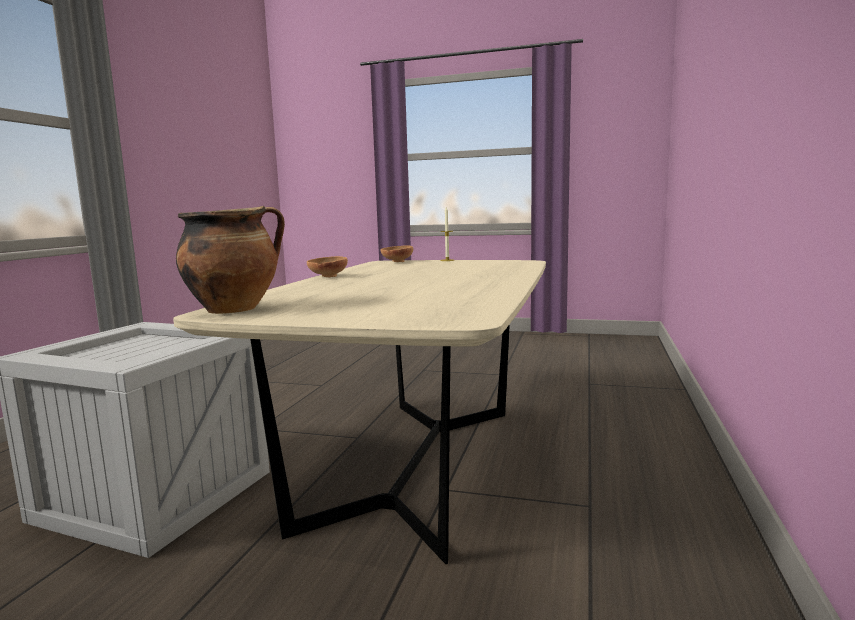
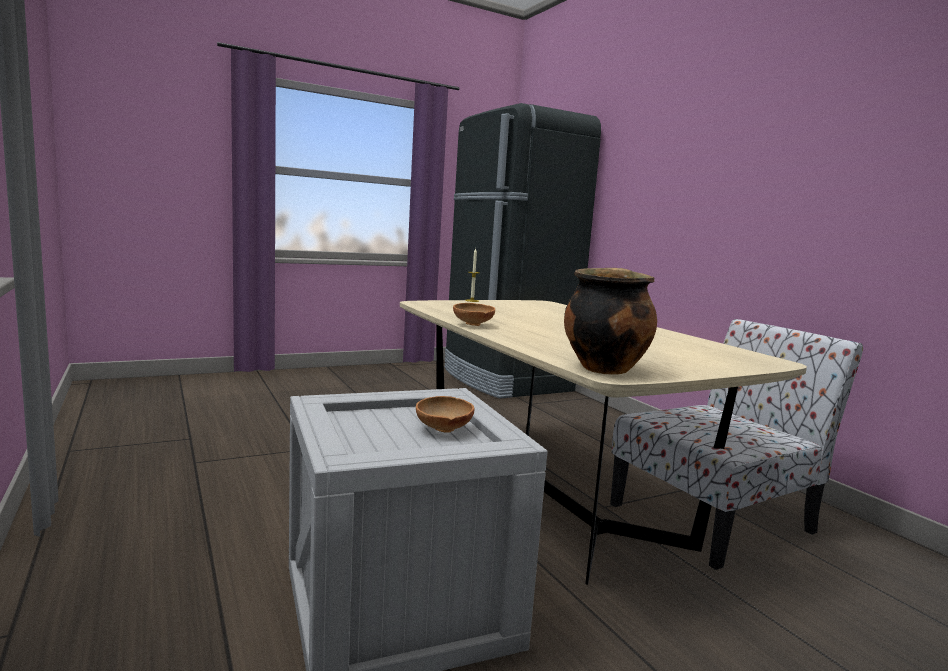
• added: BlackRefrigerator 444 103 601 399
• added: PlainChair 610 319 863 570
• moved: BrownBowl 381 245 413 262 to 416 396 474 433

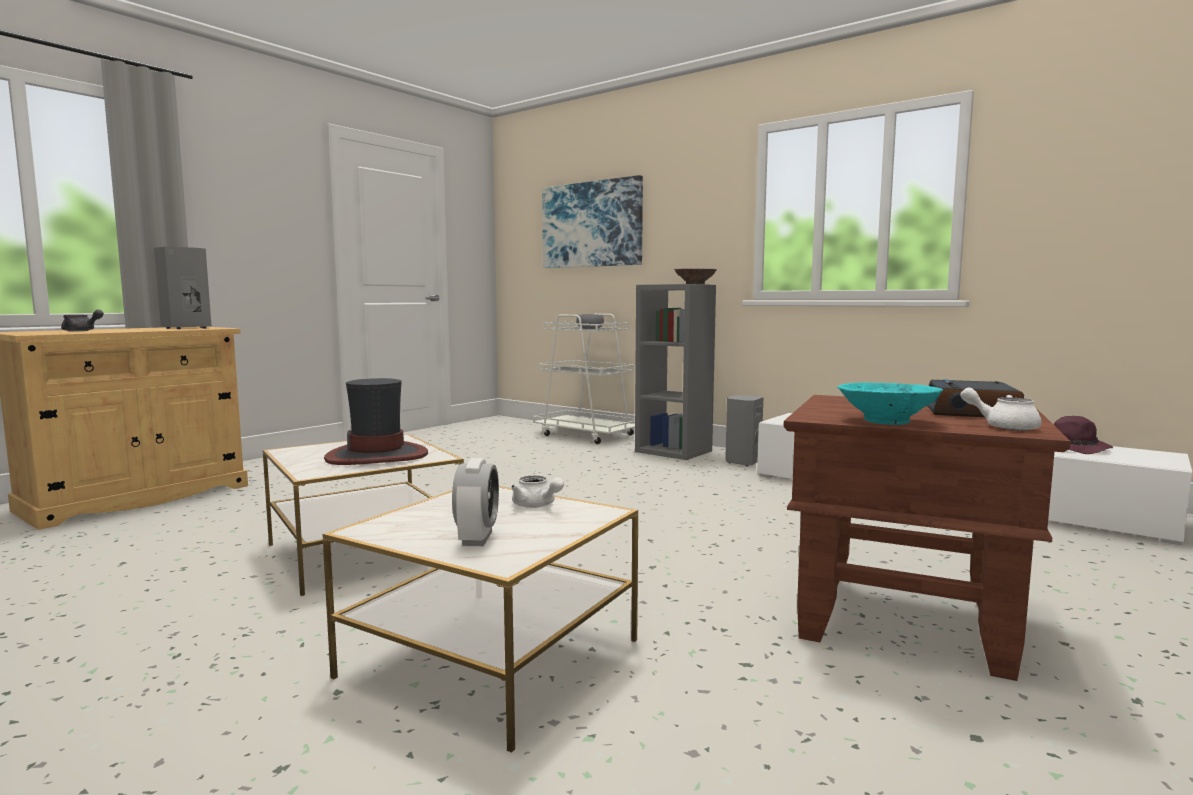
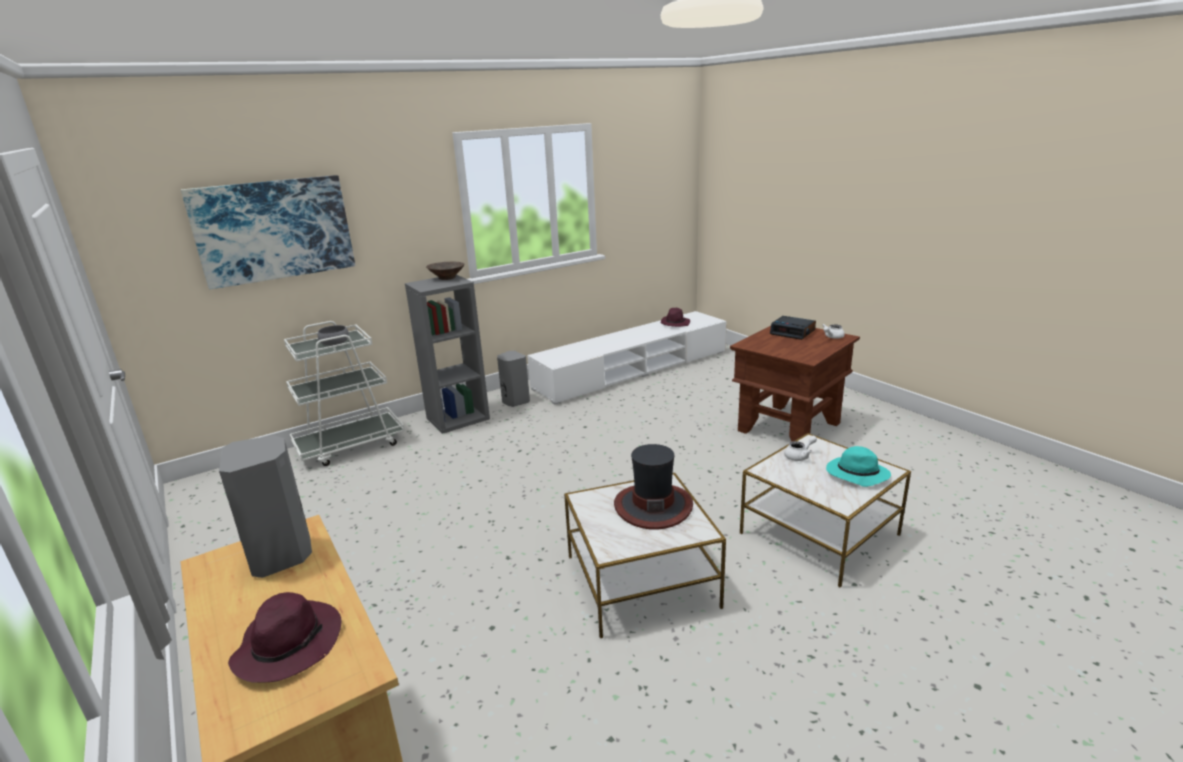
• removed: TurquoiseBowl 837 382 943 425
• replaced: GreyishTeaPot 61 310 104 331 to PurplishHat 228 592 341 682
• replaced: TableClock 452 458 499 546 to TurquoiseHat 826 446 891 487

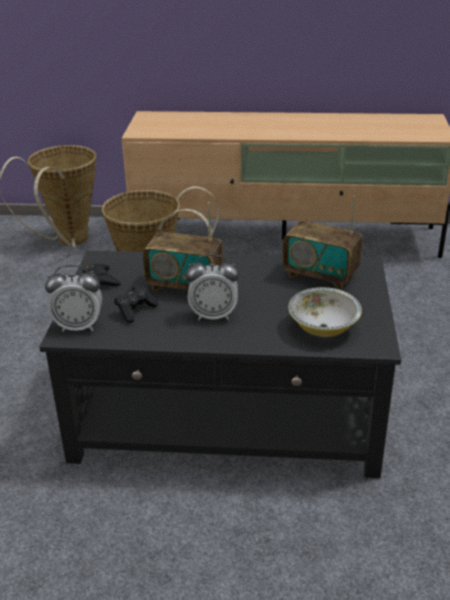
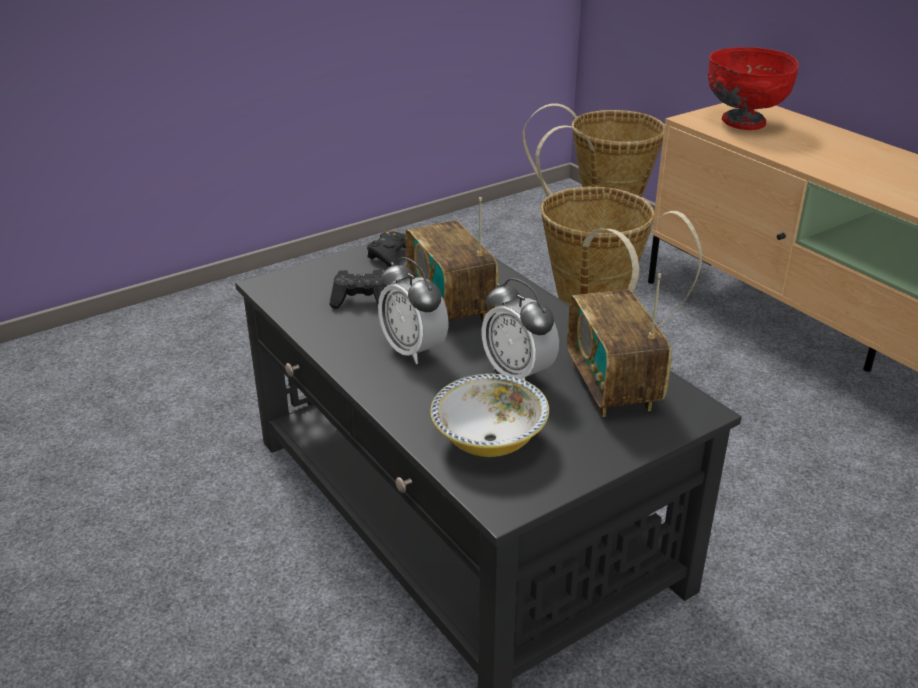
• added: RedBowl 708 47 798 130
• moved: TableClock 45 265 102 332 to 482 278 559 380

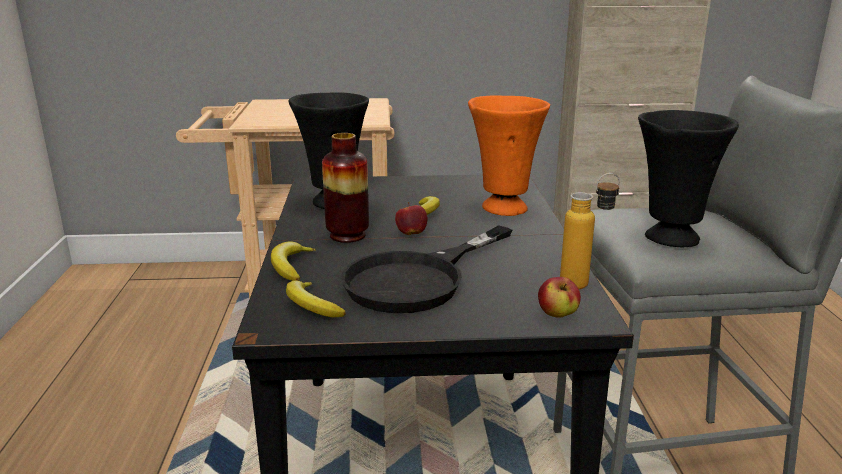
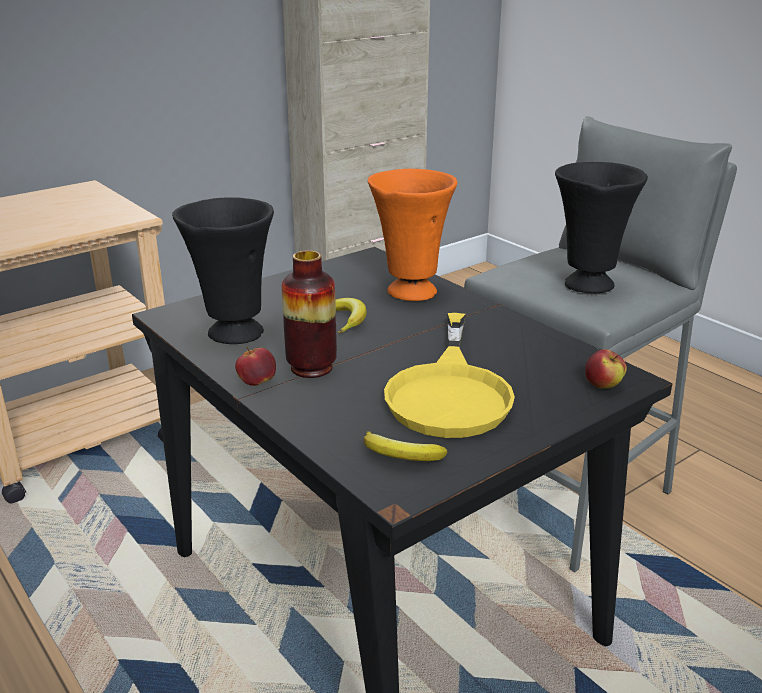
• removed: Banana 271 241 316 281
• removed: BeverageBottle 560 173 620 289
• moved: AppleFruit 395 202 428 235 to 235 347 276 386
• recoloured: BlackFryingPan 341 225 512 313 to YellowishFryingPan 384 313 515 438

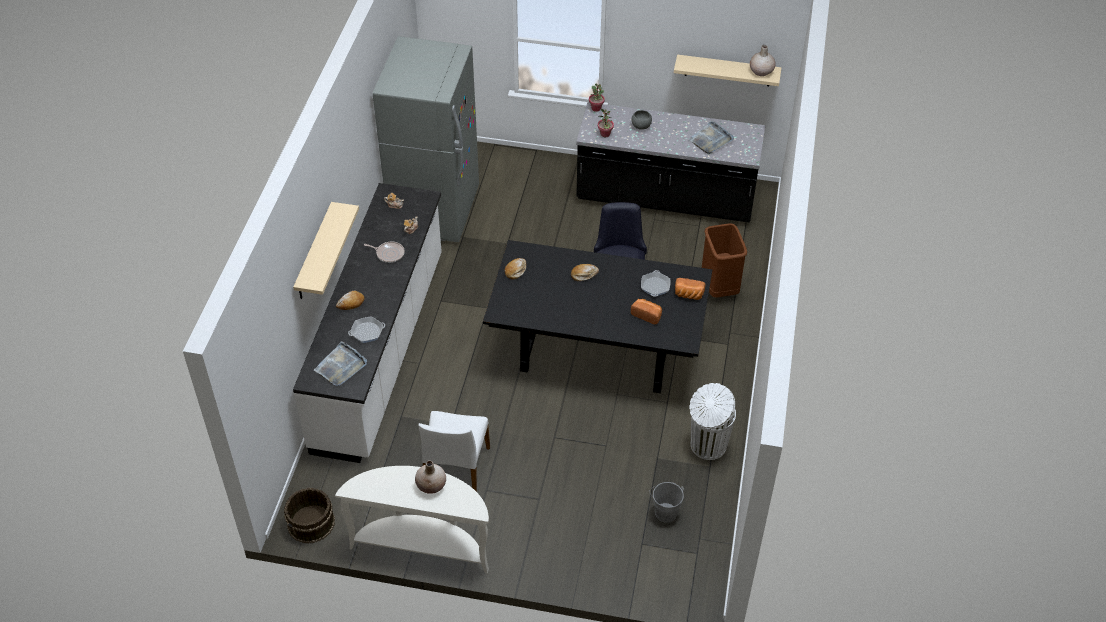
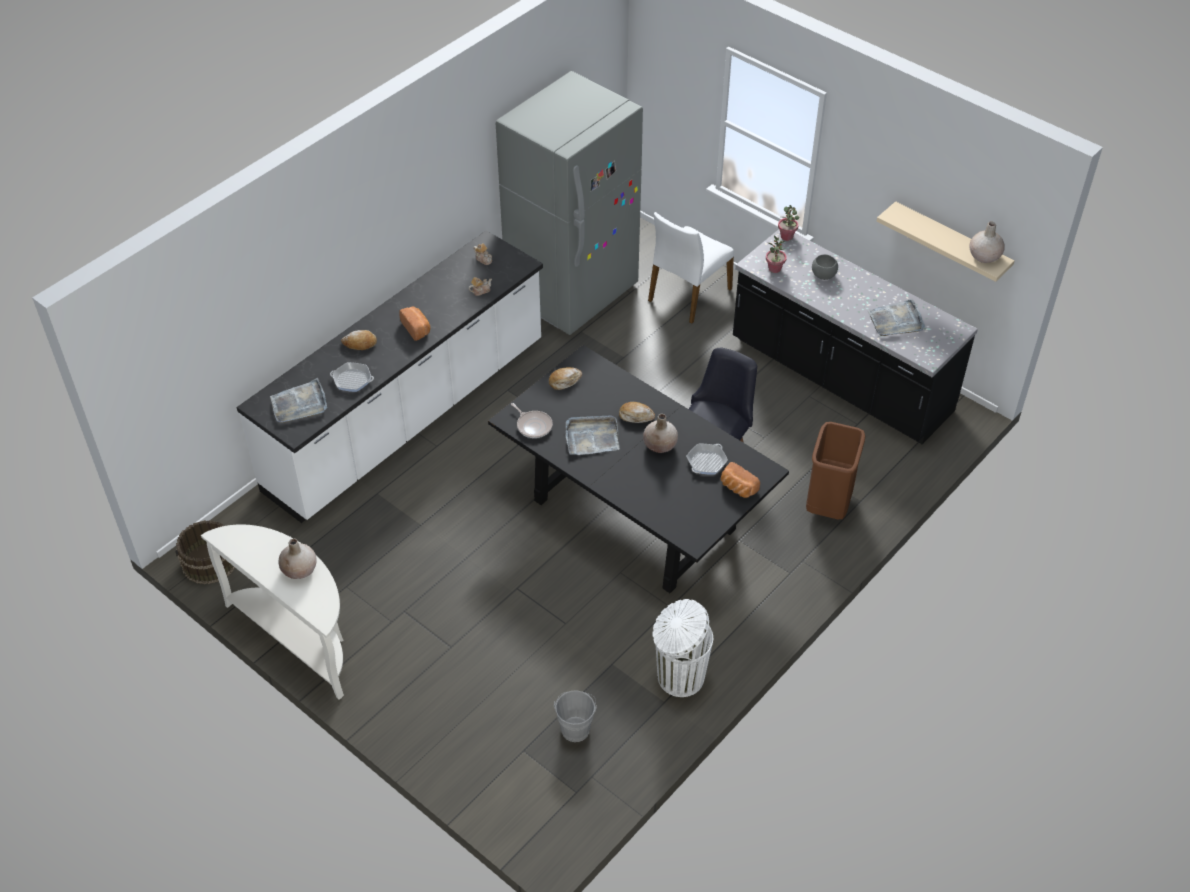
• removed: SandColouredBracketShelf 293 202 359 299
• added: GreyishCarryingTray 566 415 620 455
• added: SandColouredDecorativeVase 643 414 678 453
• moved: FryingPan 364 242 405 263 to 511 403 553 438
• moved: WhiteColouredPlainChair 419 411 490 492 to 648 212 734 323
• moved: BakedBread 631 299 662 324 to 399 306 430 341

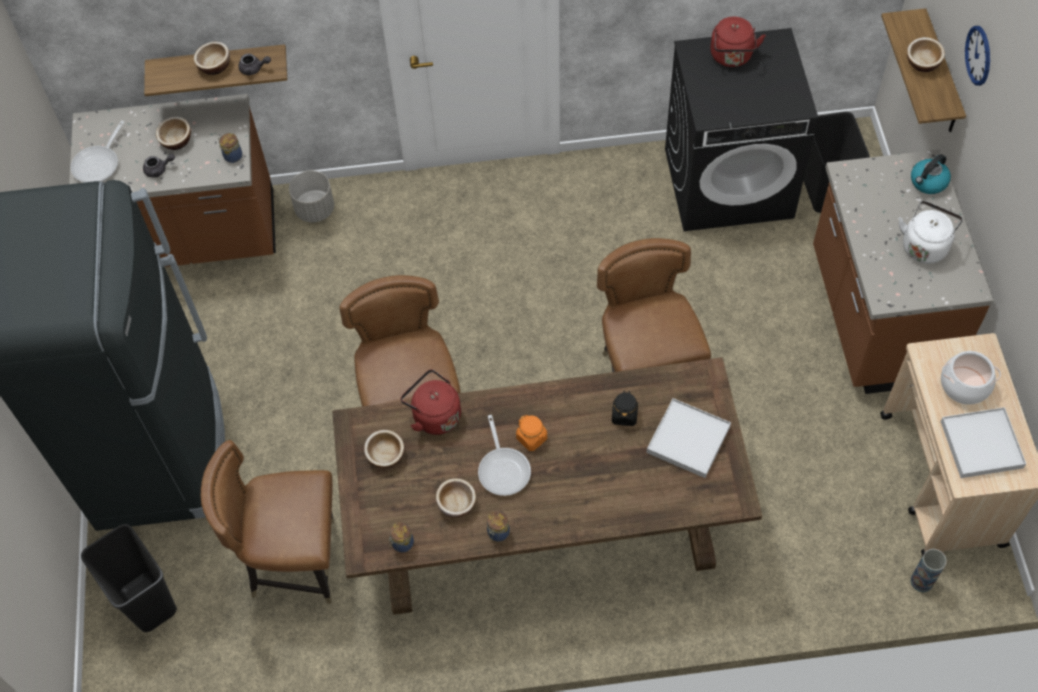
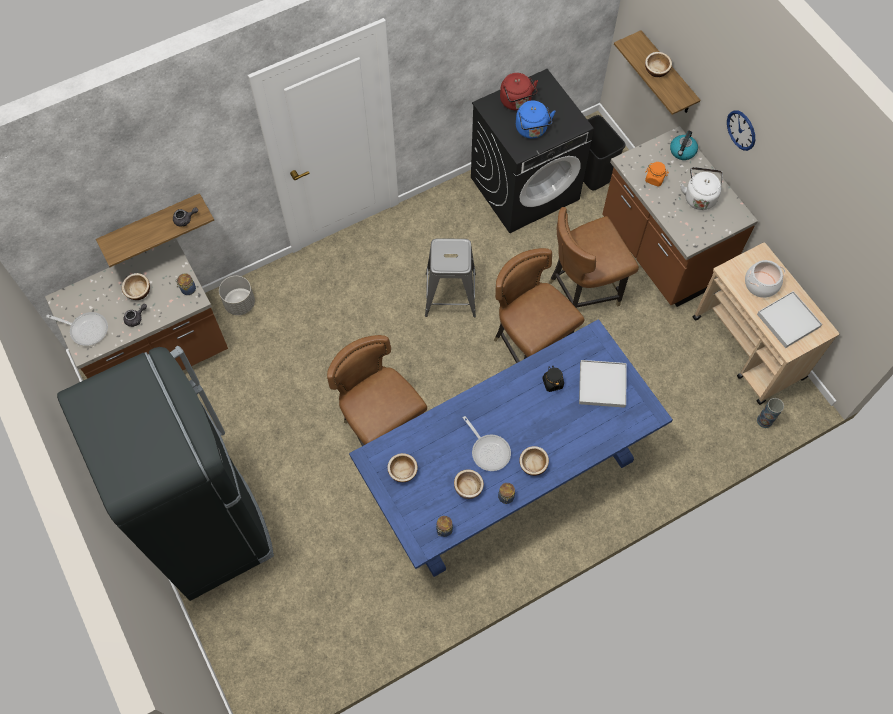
• removed: BlackTrashCan 81 524 177 632
• removed: RedTeaKettle 401 369 461 435
• added: GreyishStool 425 238 476 318
• added: BlueTeaKettle 516 100 556 139
• moved: Bowl 194 42 230 75 to 519 446 549 476
• moved: BrownPlainChair 201 440 334 604 to 549 207 639 308
• moved: OrangeyStorageJar 516 415 547 451 to 645 162 669 187
• moved: HangingClock 965 26 990 86 to 727 110 755 151
• recoloured: BrownDiningTable 332 357 762 615 to BlueDiningTable 349 319 673 577
• turned: FryingPan 70 121 124 183 = 46 312 108 346 75 degrees counterclockwise

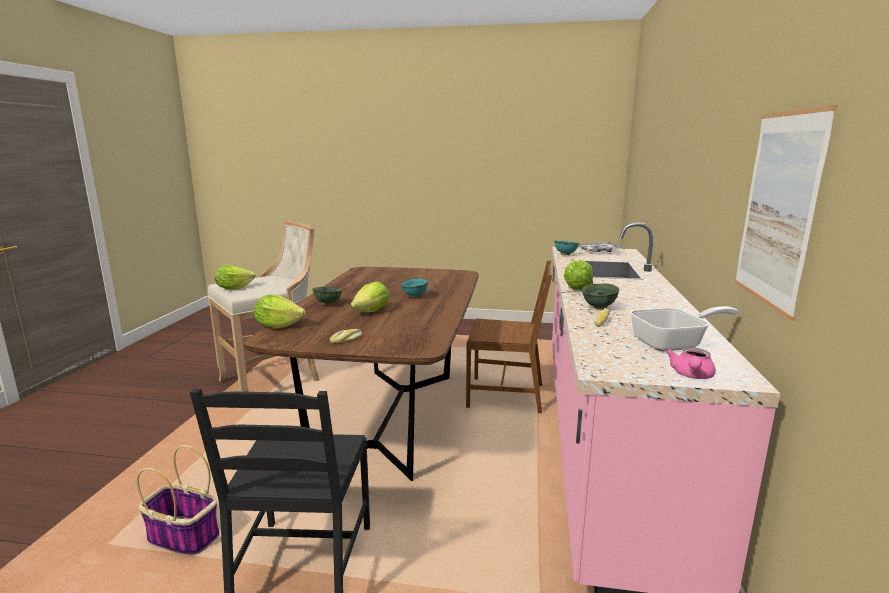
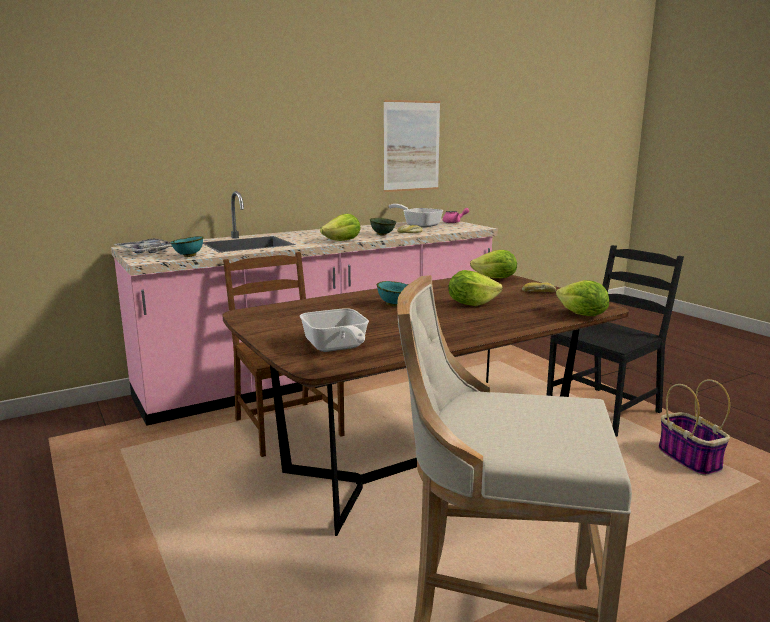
• removed: GreenishBowl 312 287 343 305
• added: FryingPan 300 308 369 352
• moved: HeadOfLettuce 215 265 255 290 to 470 250 517 278

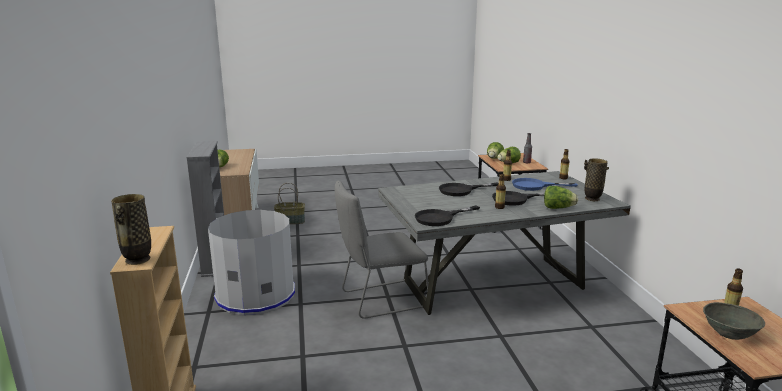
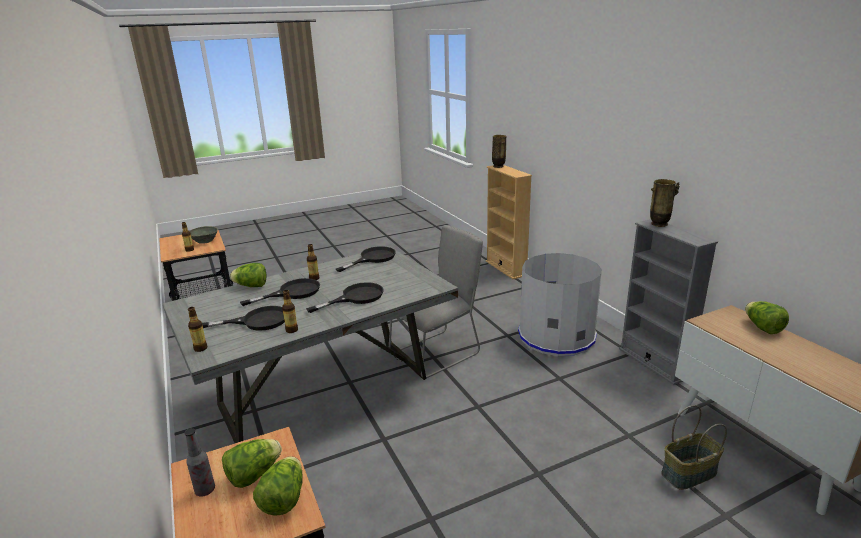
• moved: DecorativeVase 584 158 609 201 to 650 179 680 227
• recoloured: BlueFryingPan 512 178 578 191 to BlackFryingPan 202 306 285 331

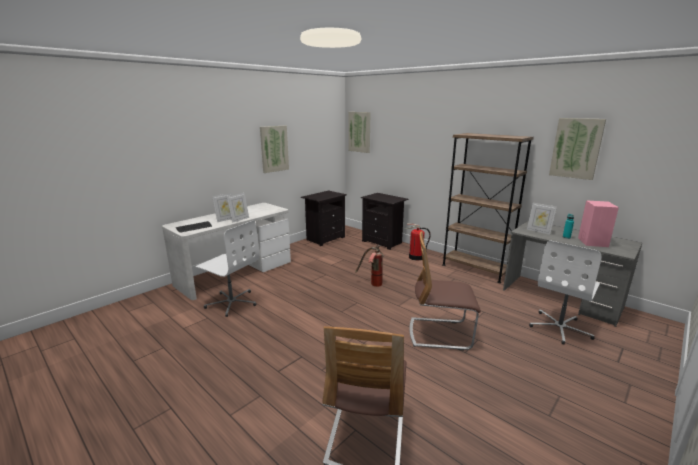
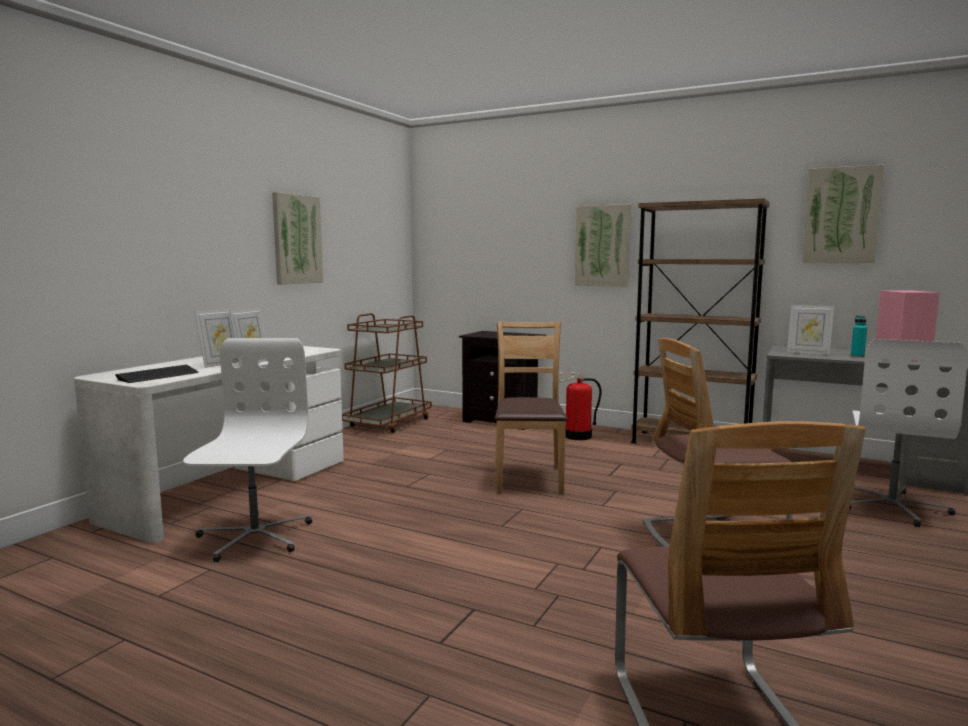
• moved: WallArt 349 112 371 153 to 575 204 631 287
• replaced: BlackNightstand 301 191 347 246 to BrownWheeledCart 342 313 432 433
• replaced: FireFightingCylinder 355 245 384 287 to BrownPlainChair 495 322 568 495
• turned: WhiteColouredDeskChair 195 220 260 317 = 183 338 312 562 105 degrees counterclockwise

